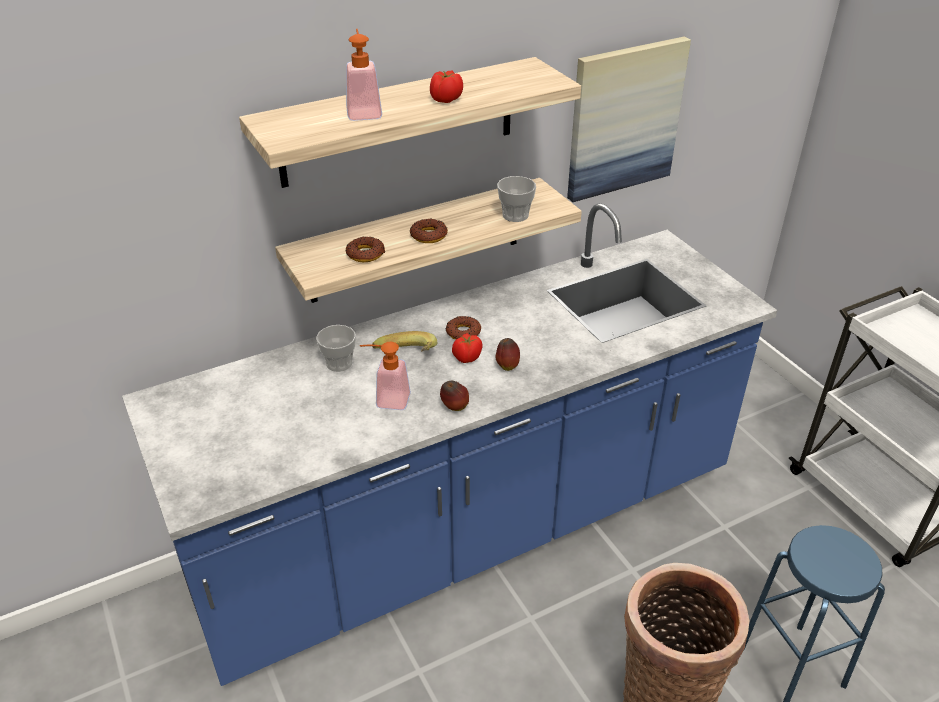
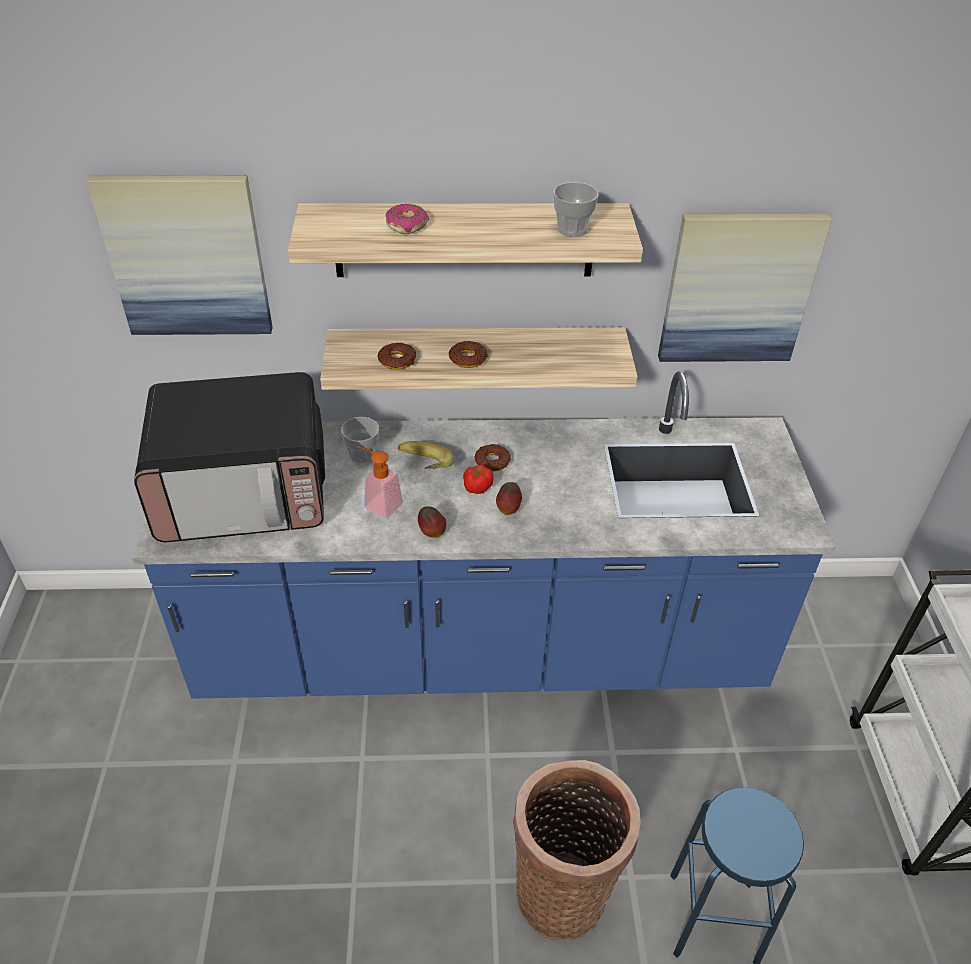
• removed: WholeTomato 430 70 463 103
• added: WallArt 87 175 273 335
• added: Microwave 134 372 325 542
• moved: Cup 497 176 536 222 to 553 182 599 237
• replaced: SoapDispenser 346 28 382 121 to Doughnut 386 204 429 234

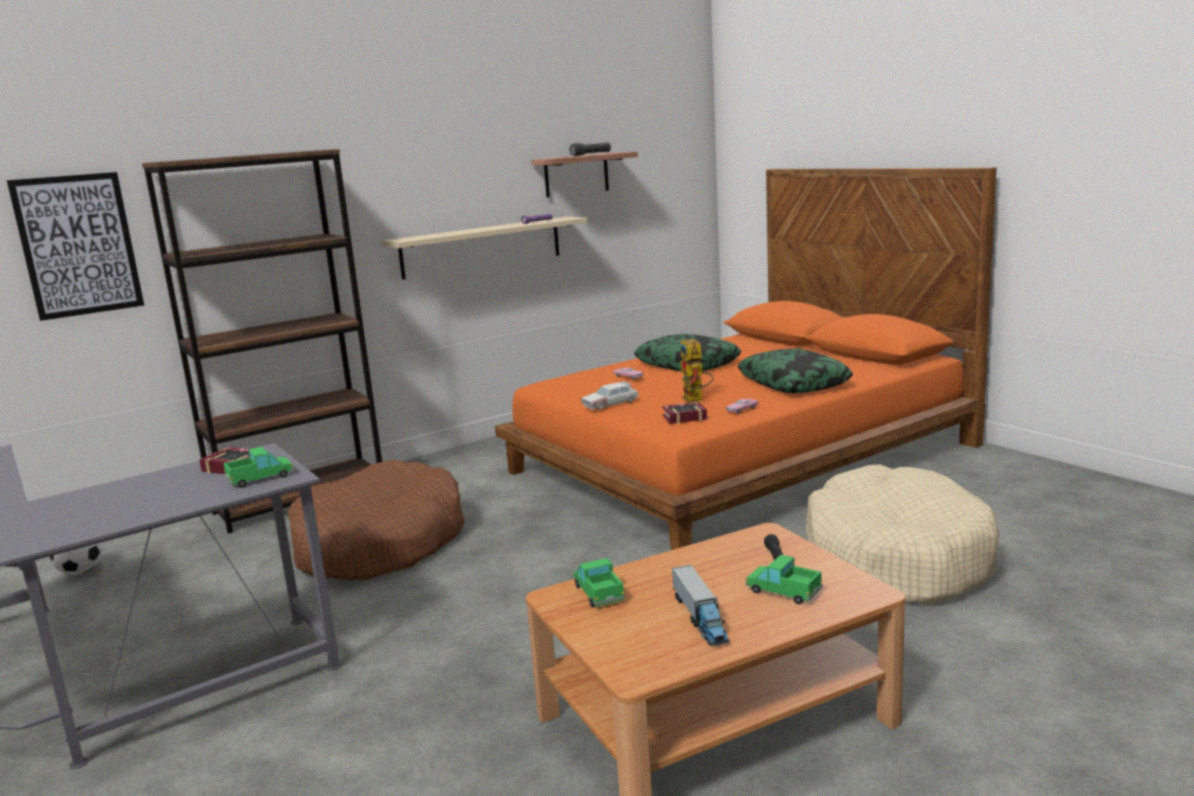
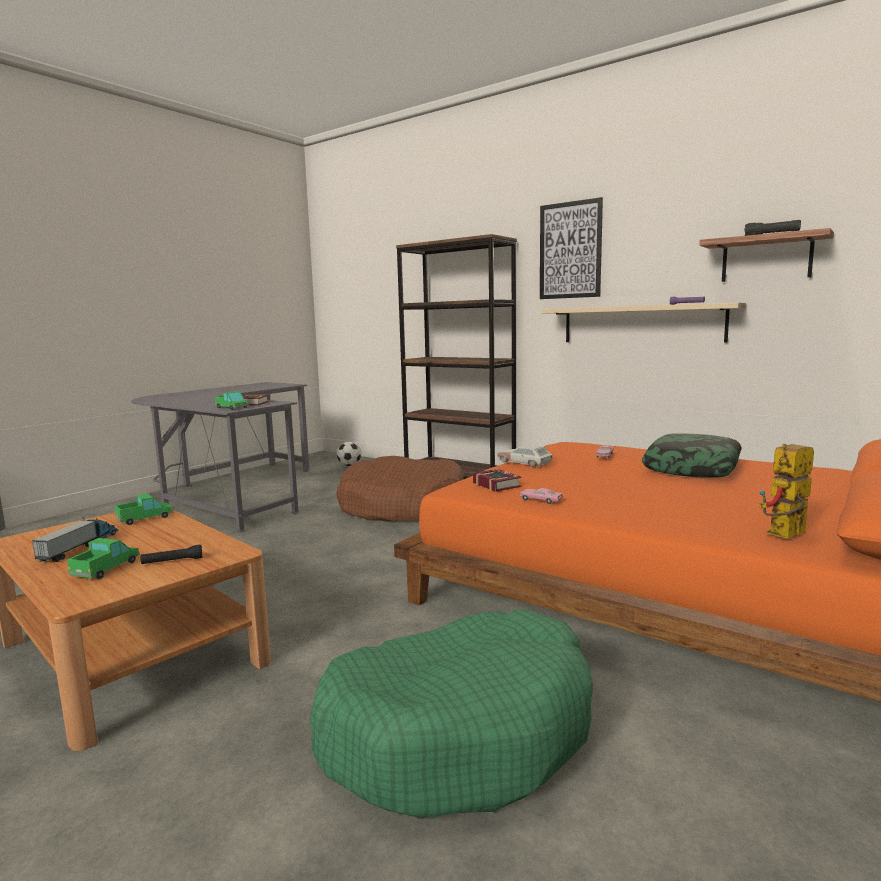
• removed: ThrowPillow 738 348 853 393
• moved: WallArt 7 172 144 321 to 540 197 603 299
• moved: ToyRobot 680 339 714 403 to 759 444 814 539
• recoloured: SandColouredDogBed 806 465 999 605 to GreenishDogBed 310 610 593 818
• turned: ModelTruck 672 565 729 646 = 32 518 118 562 135 degrees clockwise

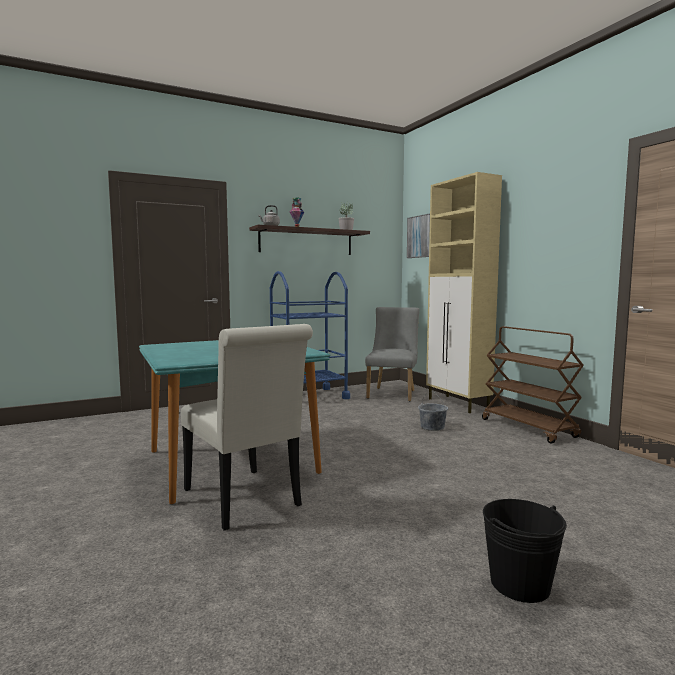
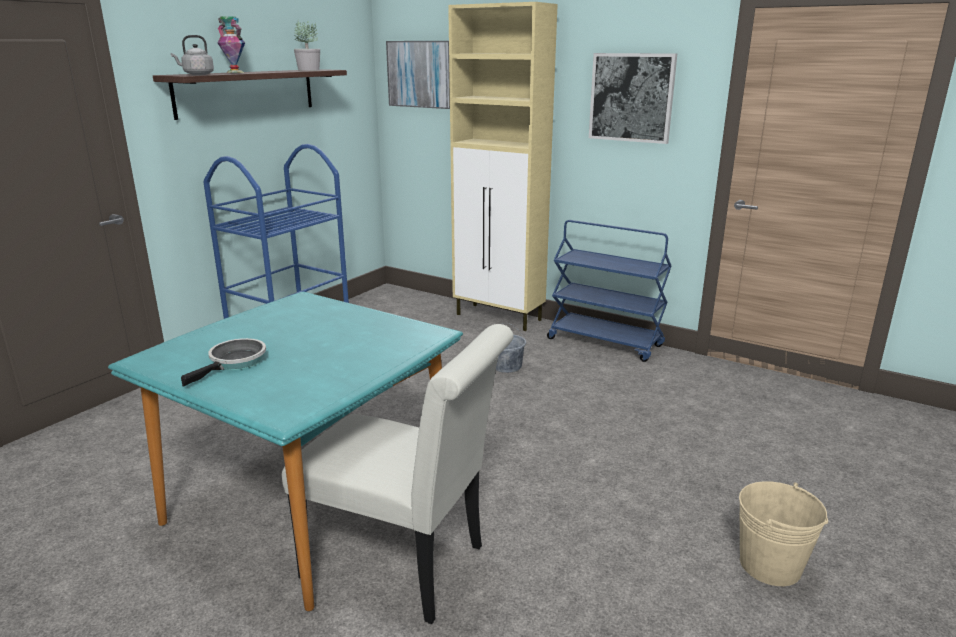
• removed: GreyishPlainChair 365 307 419 402
• added: FryingPan 181 338 266 387
• added: WallArt 589 53 677 144
• recoloured: BrownWheeledCart 482 326 584 444 to BlueWheeledCart 547 220 671 362
• recoloured: BlackPail 483 499 567 603 to SandColouredPail 739 481 828 586

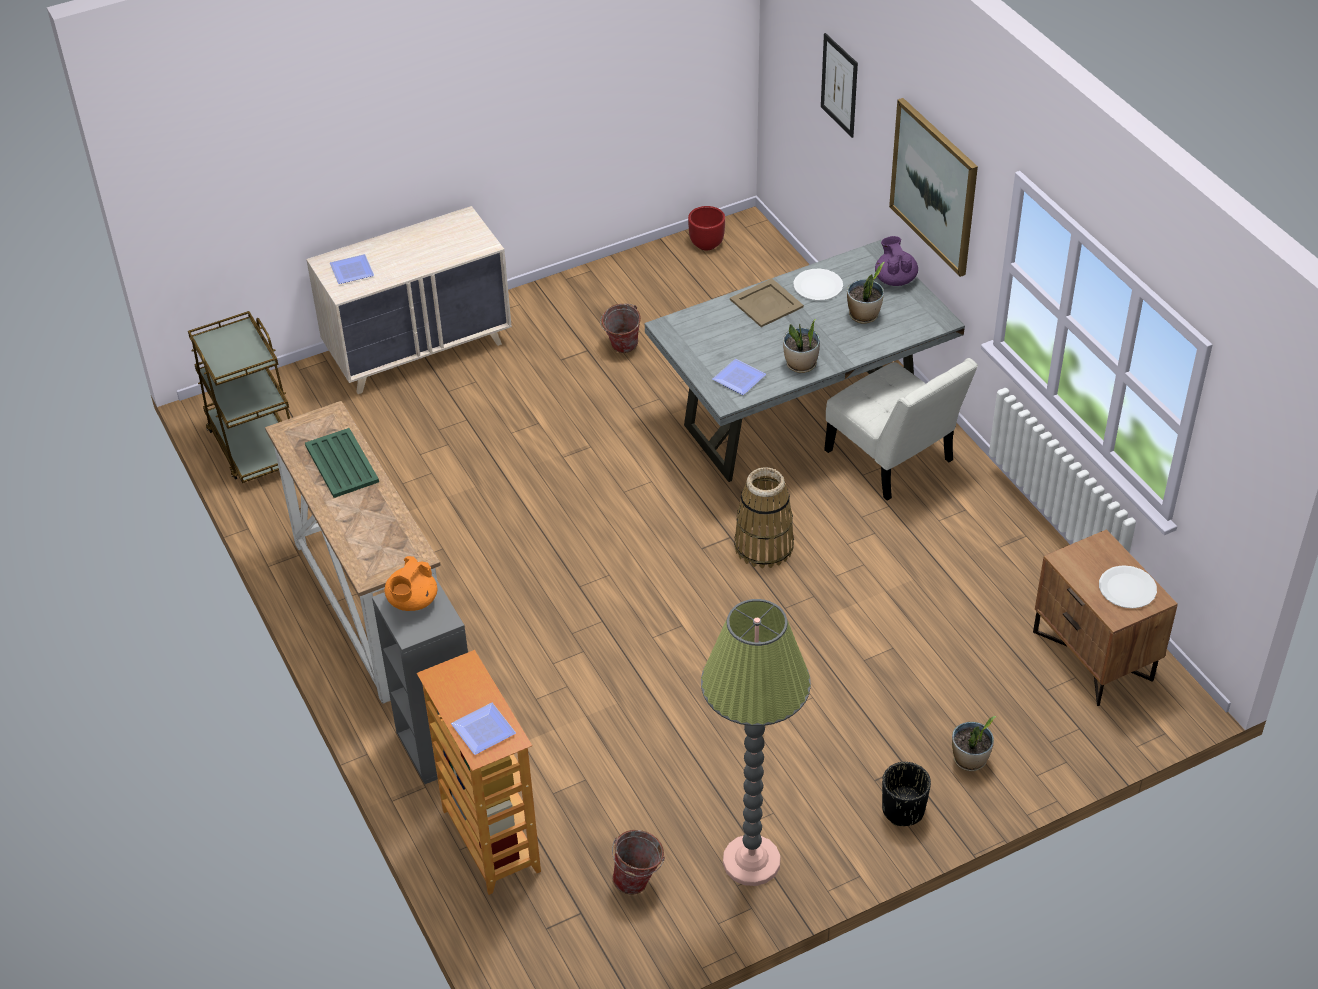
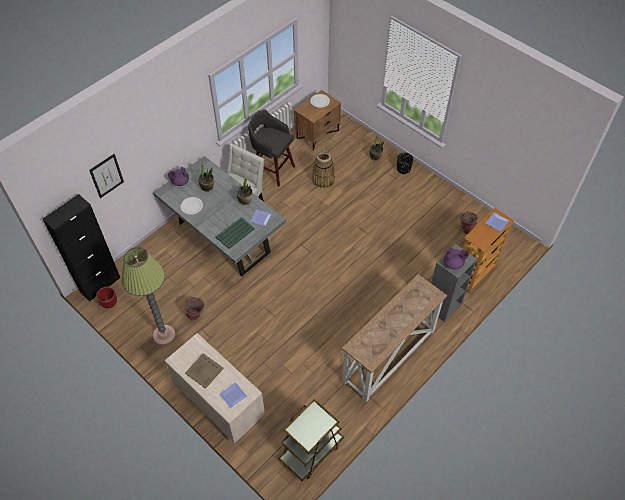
• removed: WallArt 889 98 978 277
• added: BlackCabinet 43 194 120 301
• added: GreyishStool 248 109 295 187
• moved: GreenishCarryingTray 305 428 379 498 to 216 217 255 249
• moved: StandardLamp 701 599 811 886 to 121 247 175 345
• moved: SandColouredCarryingTray 730 278 804 327 to 185 353 224 389
• moved: StorageBasket 734 467 794 568 to 312 151 335 189
• recoloured: OrangeyTeaPot 385 556 437 611 to PurplishTeaPot 444 248 469 269

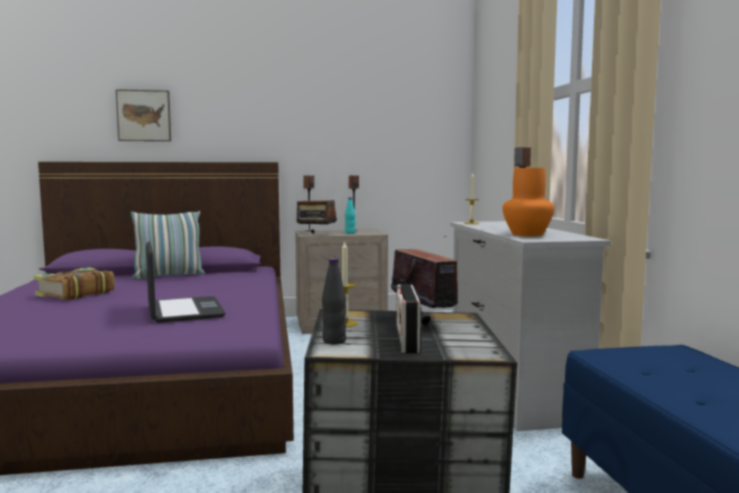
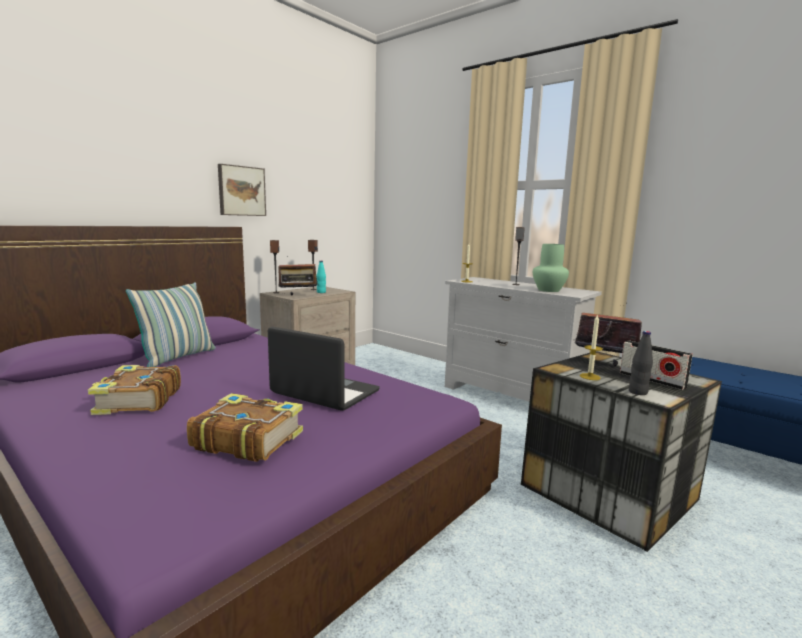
• added: Volume 187 393 303 462
• moved: WallArt 116 89 171 141 to 218 164 266 216
• recoloured: OrangeyDecorativeVase 502 168 554 236 to GreenishDecorativeVase 533 244 569 292

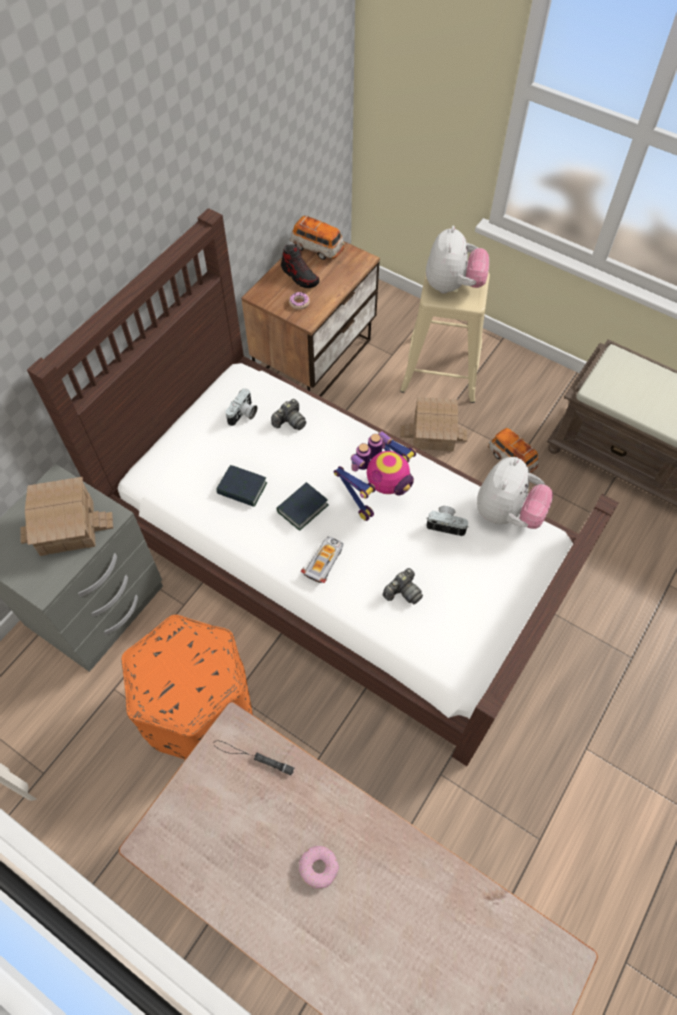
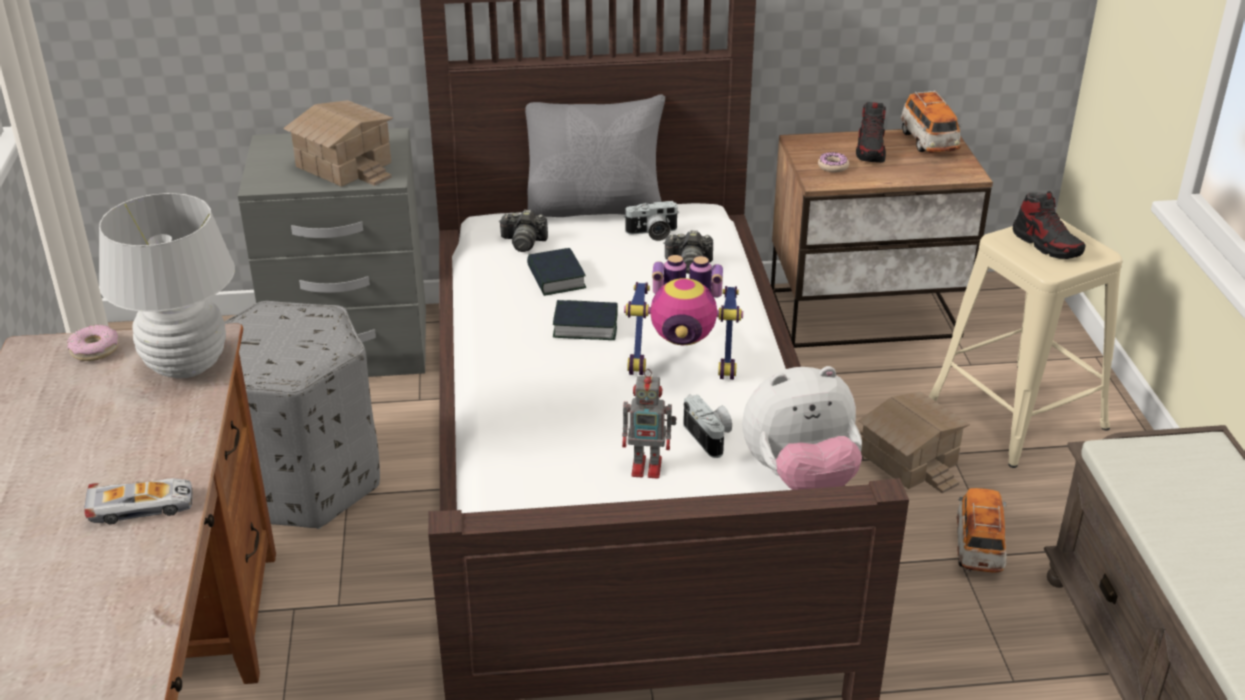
• added: GreyishThrowPillow 525 94 665 217
• added: ToyRobot 622 369 677 478
• moved: Doughnut 299 846 339 889 to 67 324 119 361
• moved: ToyCar 300 537 344 583 to 84 478 193 524
• moved: PhotoCamera 383 568 423 604 to 499 209 548 252
• replaced: BlackFlashlight 213 741 295 776 to WhiteColouredTableLamp 99 193 235 379
• replaced: PlushToy 426 226 489 293 to ItemOfFootwear 1013 191 1086 259
• recoloured: OrangeyPouffe 121 615 253 759 to GreyishPouffe 224 301 380 529

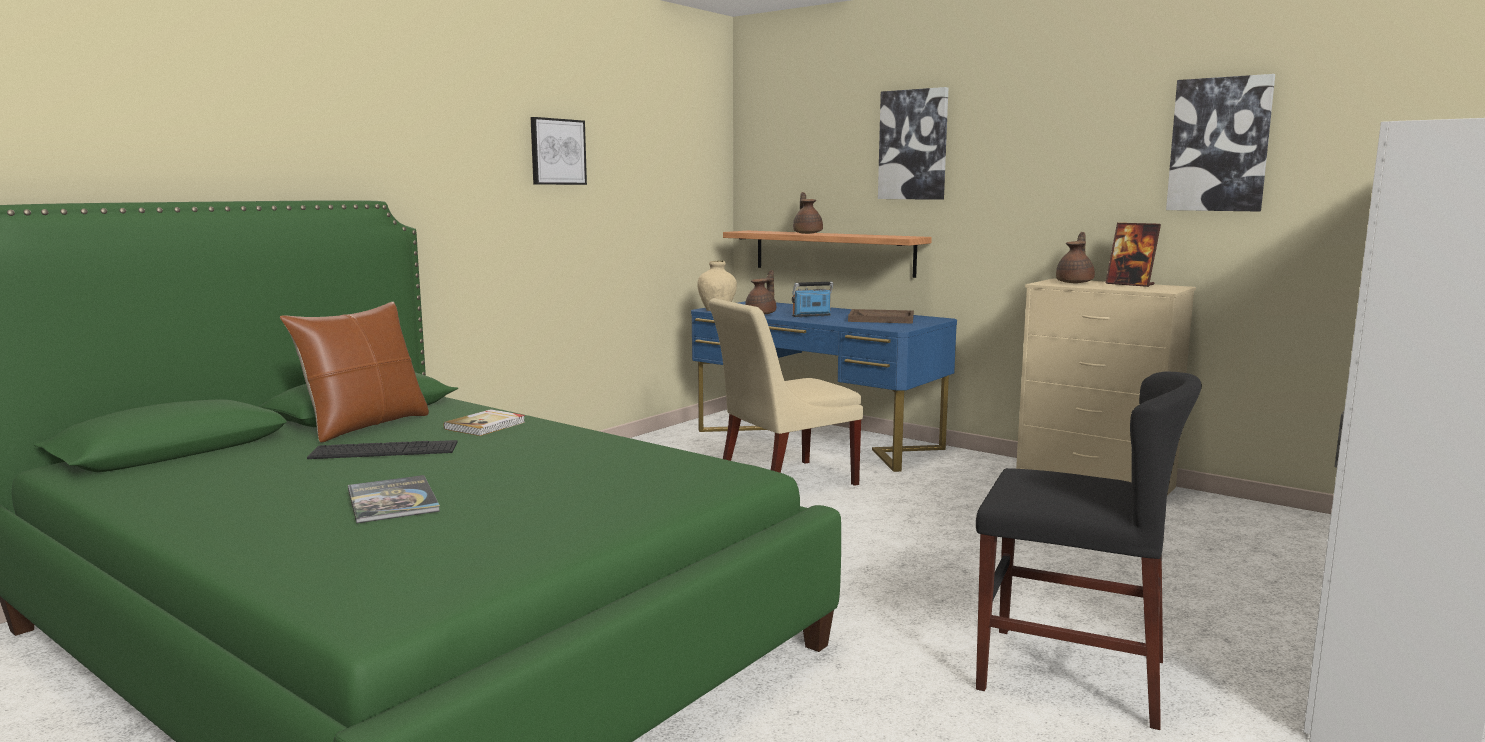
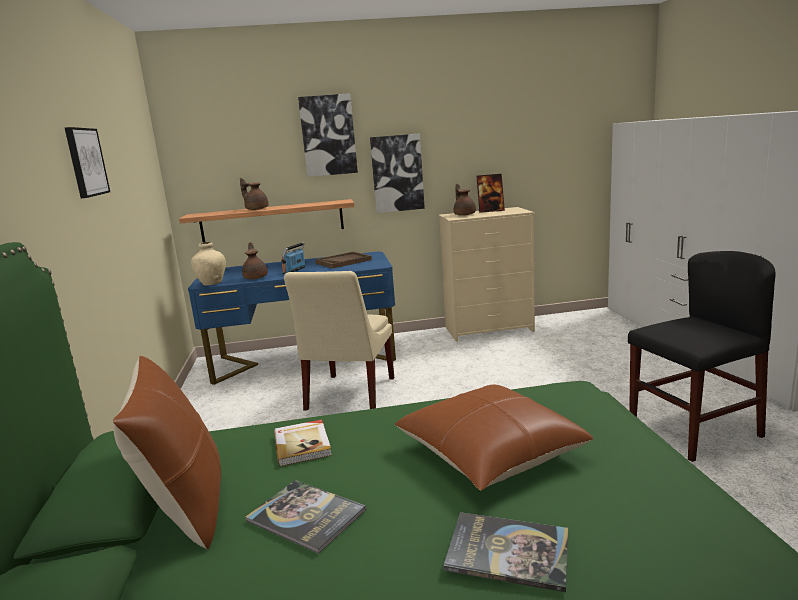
• added: BrownThrowPillow 395 385 593 490
• moved: WallArt 1166 74 1275 211 to 370 133 425 213
• replaced: ComputerKeyboard 307 440 458 459 to Volume 245 480 366 554

